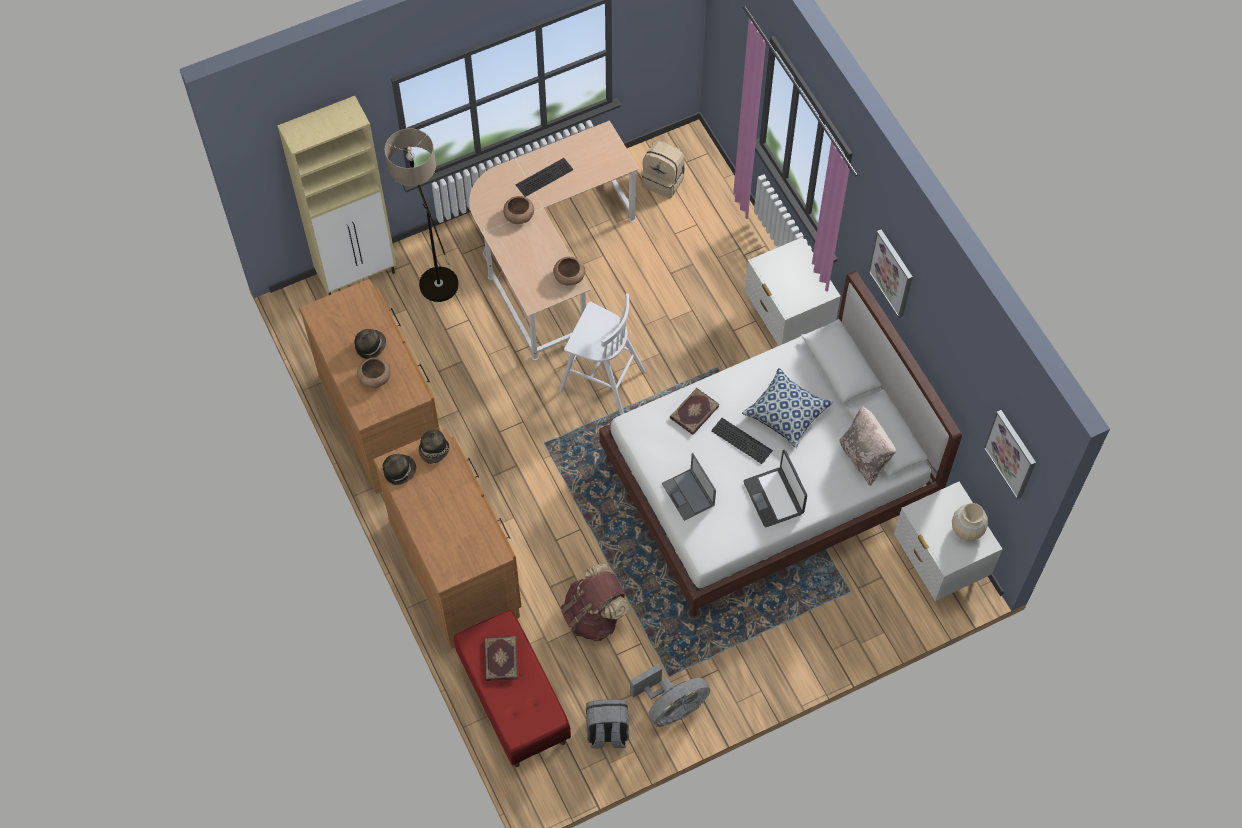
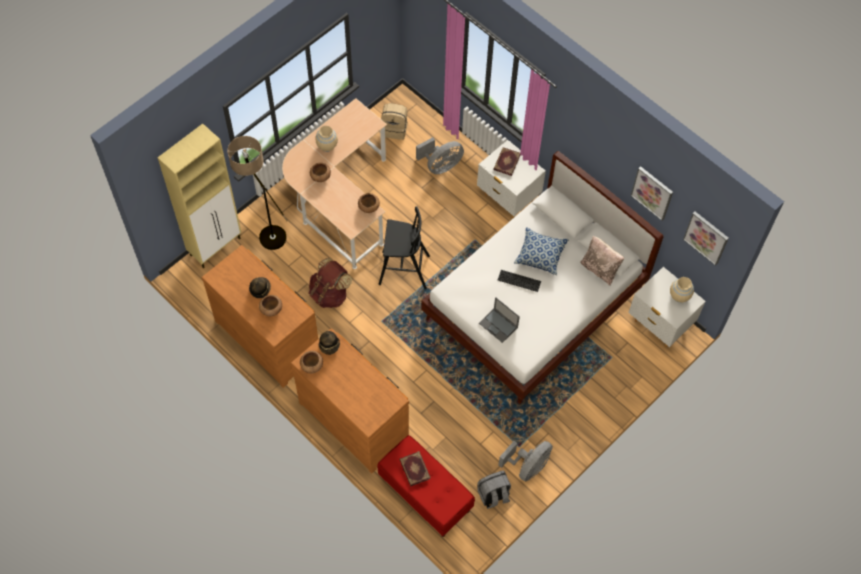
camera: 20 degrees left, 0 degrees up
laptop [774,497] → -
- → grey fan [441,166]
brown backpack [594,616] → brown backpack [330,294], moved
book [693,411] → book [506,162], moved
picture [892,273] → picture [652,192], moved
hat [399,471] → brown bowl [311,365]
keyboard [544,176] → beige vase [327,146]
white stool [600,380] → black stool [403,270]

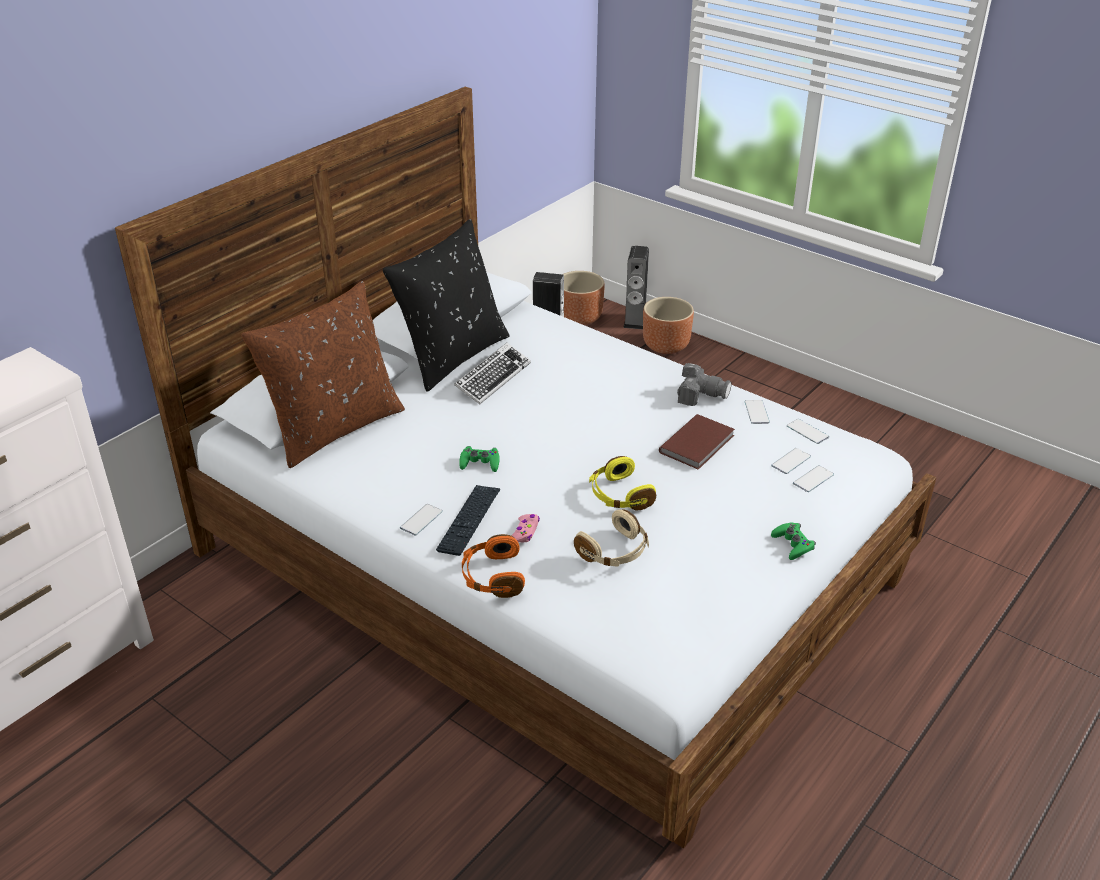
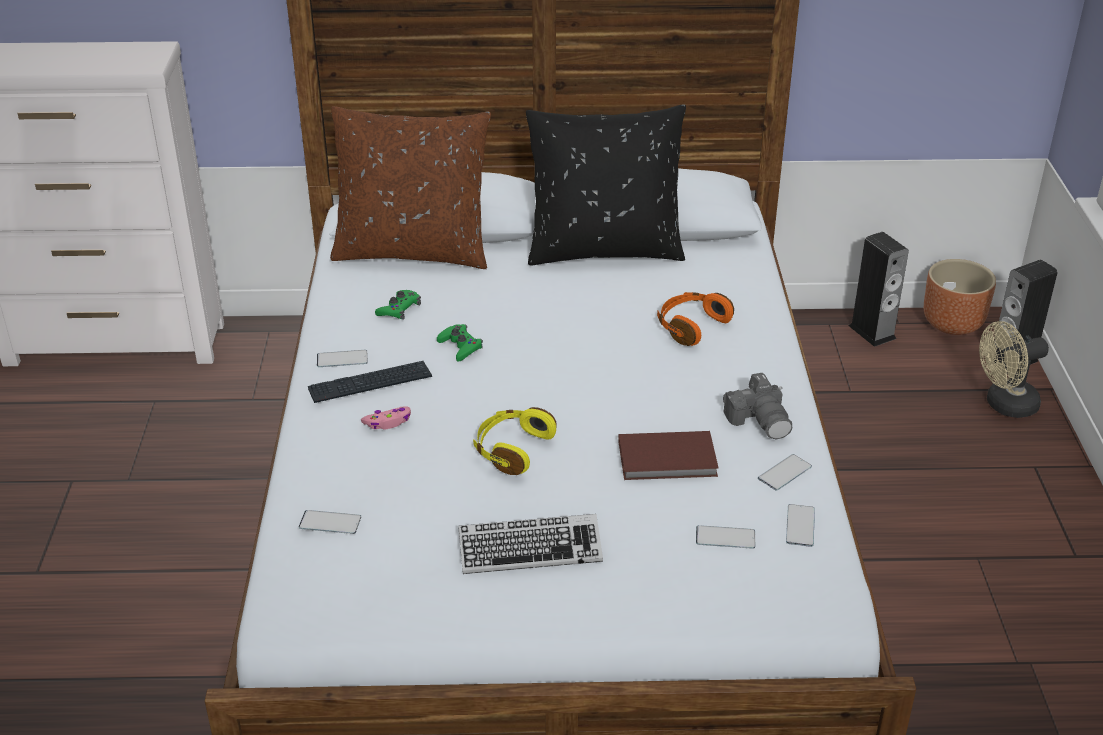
camera: 50 degrees right, 0 degrees up
beige headphones [614,552] → -
keyboard [493,378] → keyboard [530,550], moved
orange headphones [492,577] → orange headphones [691,326], moved
green game controller [793,544] → green game controller [399,309], moved
phone [813,479] → phone [330,522], moved
brown planter [666,346] → beige fan [1004,405]

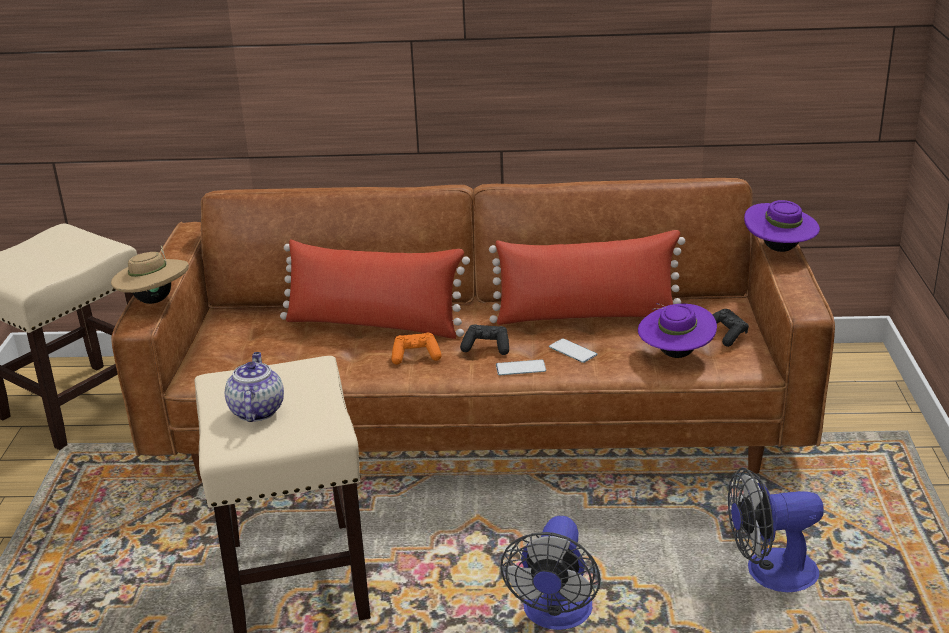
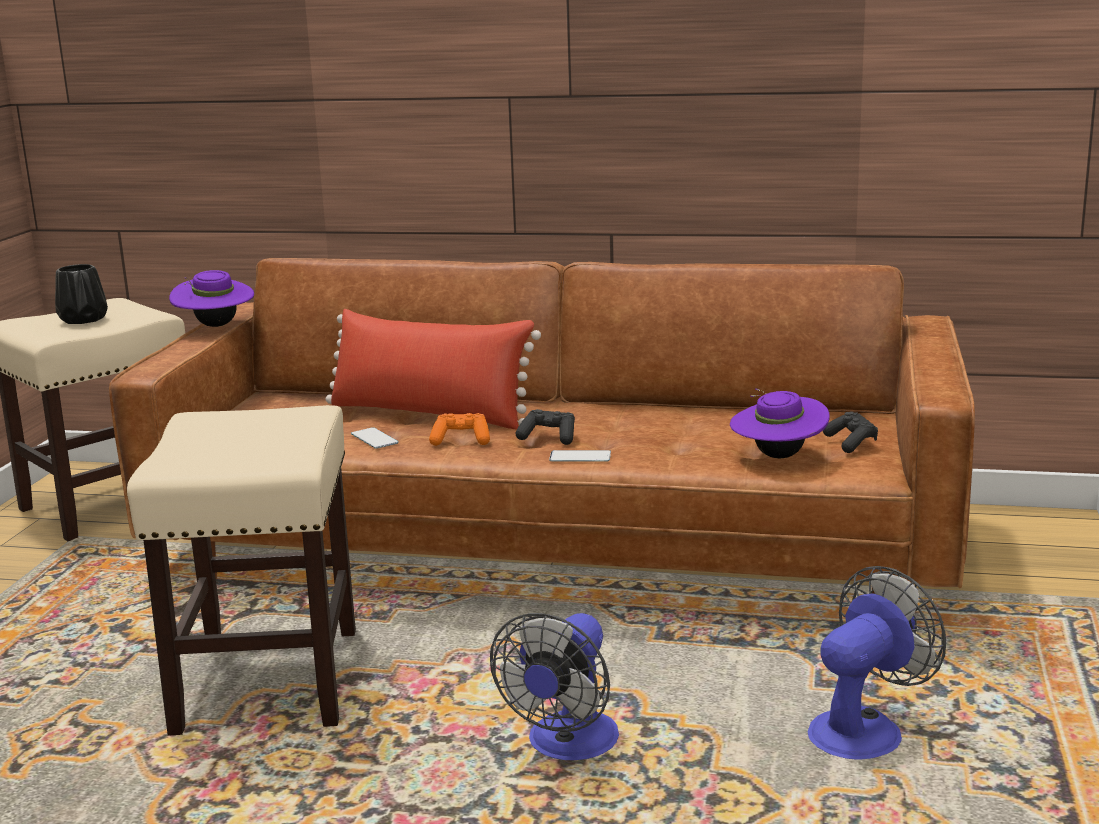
camera: 10 degrees right, 10 degrees down
beige hat [155,300] → -
teapot [256,410] → -
red pillow [587,316] → -
- → black vase [82,319]
phone [572,351] → phone [374,438], moved
purple hat [779,249] → purple hat [215,326], moved
fan [769,572] → fan [865,728], 135 degrees clockwise

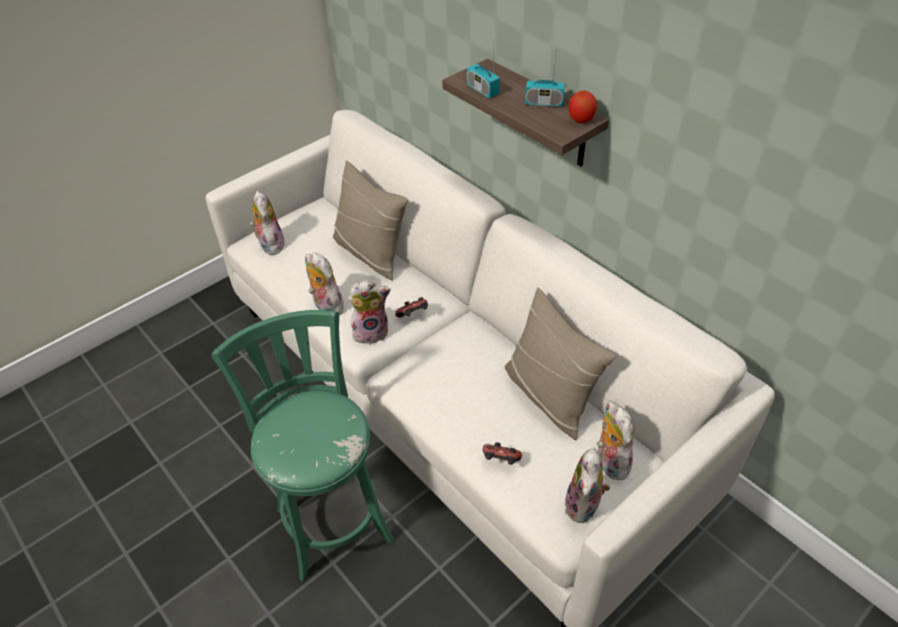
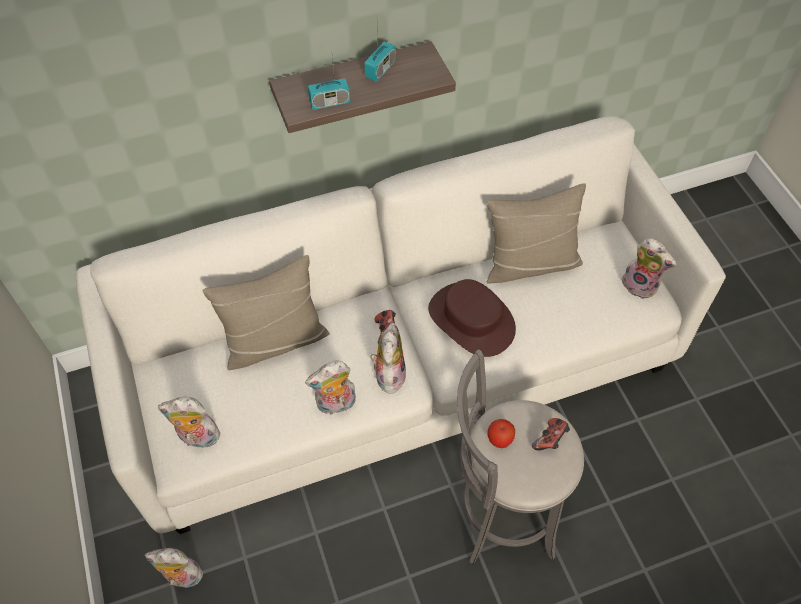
camera: 70 degrees left, 10 degrees up
- → brown hat [471,320]
game controller [500,461] → game controller [550,440], moved
apple [581,119] → apple [499,439], moved
plush toy [609,461] → plush toy [181,577], moved
green stool [332,519] → grey stool [499,514]

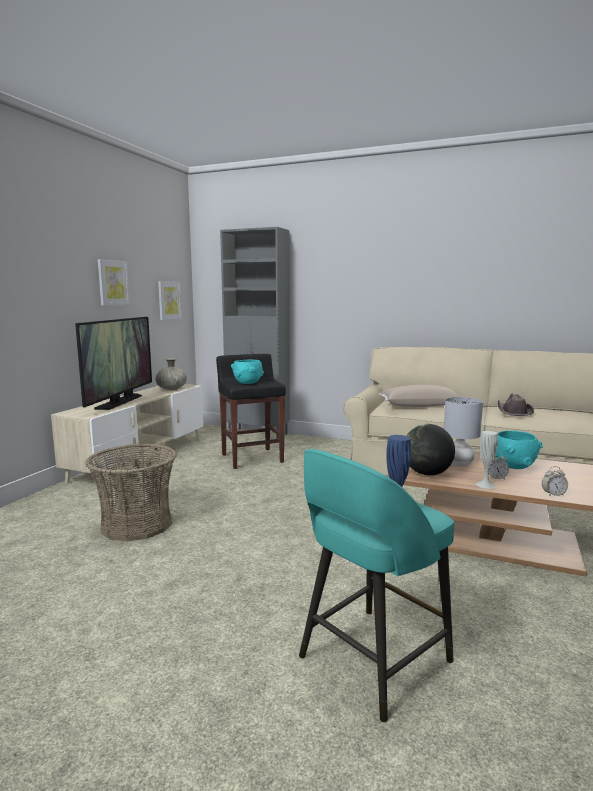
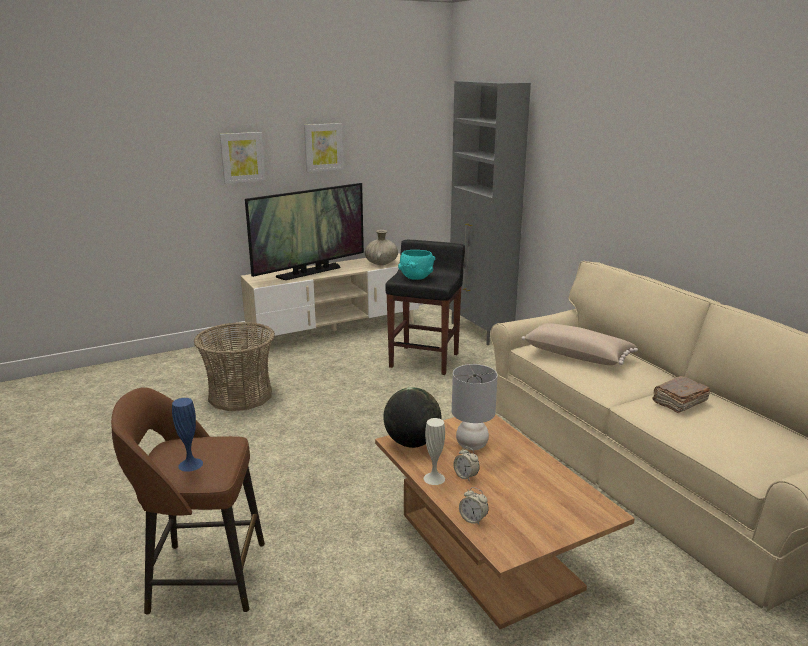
camera: 40 degrees right, 10 degrees up
turquoise bowl [513,466] → -
picture [169,300] → picture [242,157], moved
brown hat [513,411] → brown book [679,402]
turquoise stool [371,661] → brown stool [203,576]

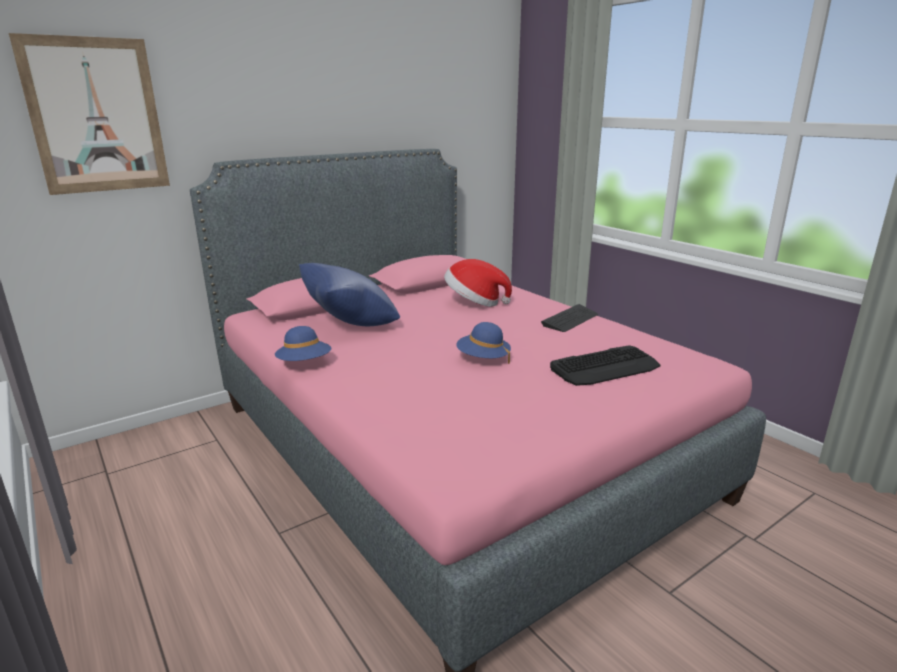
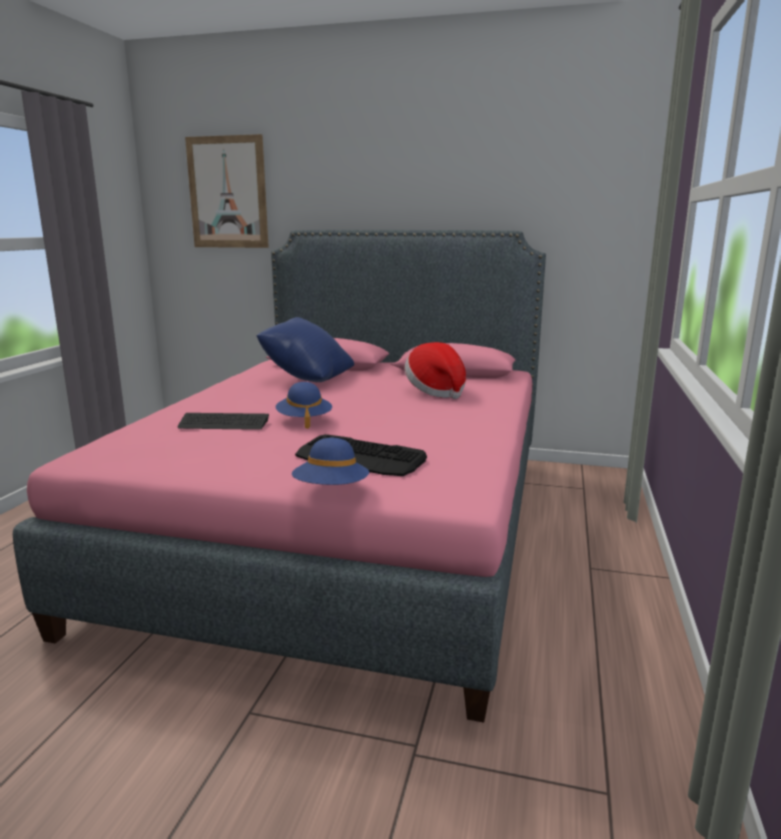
camera: 50 degrees right, 5 degrees down
blue hat [304,364] → blue hat [331,490], moved
keyboard [570,320] → keyboard [223,423], moved

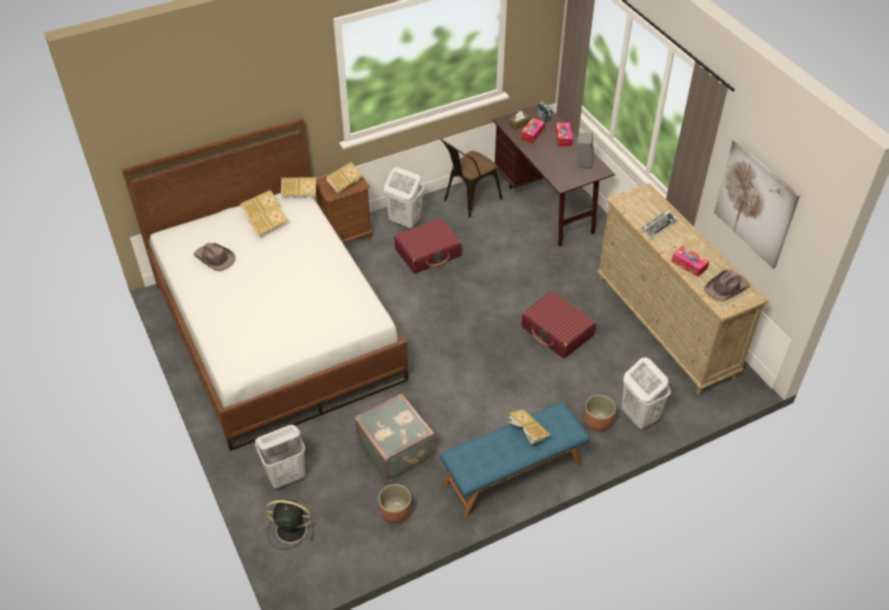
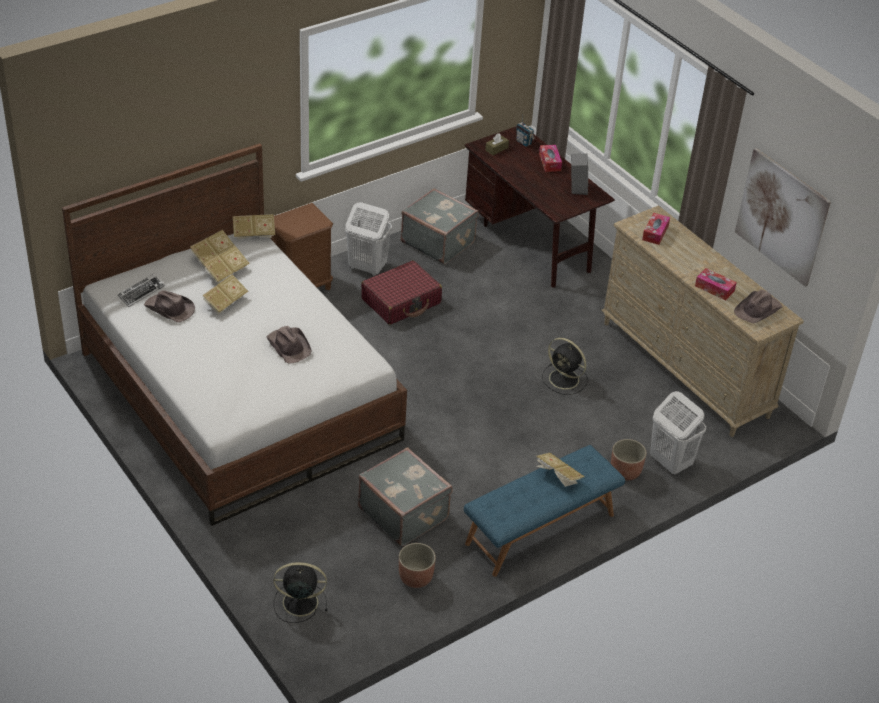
camera: 10 degrees left, 5 degrees down
white laundry basket [286,476] → -
- → brown hat [289,345]
book [344,184] → book [225,302], moved
tissue box [532,134] → tissue box [655,233], moved
keyboard [659,226] → keyboard [141,292], moved
brown chair [468,200] → grey suitcase [438,242]
red suitcase [557,332] → black fan [565,379]

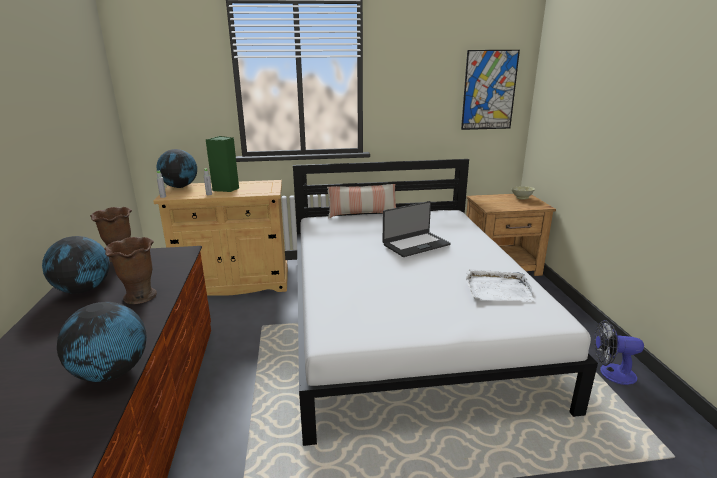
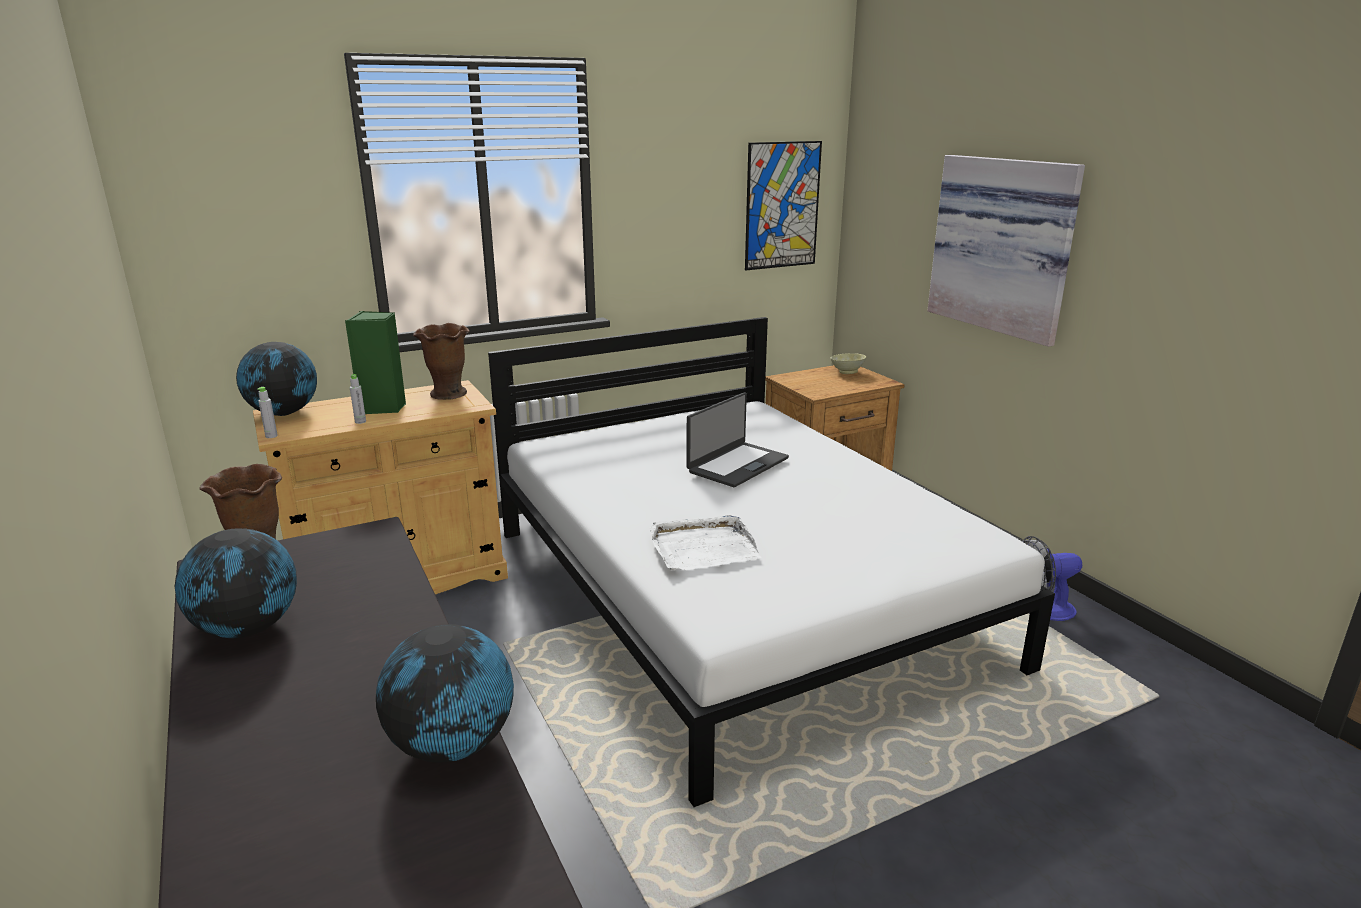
camera: 20 degrees left, 0 degrees up
pillow [362,214] → -
- → picture [1004,245]
brown vase [140,296] → brown vase [448,394], moved
white tray [497,288] → white tray [702,547], moved

